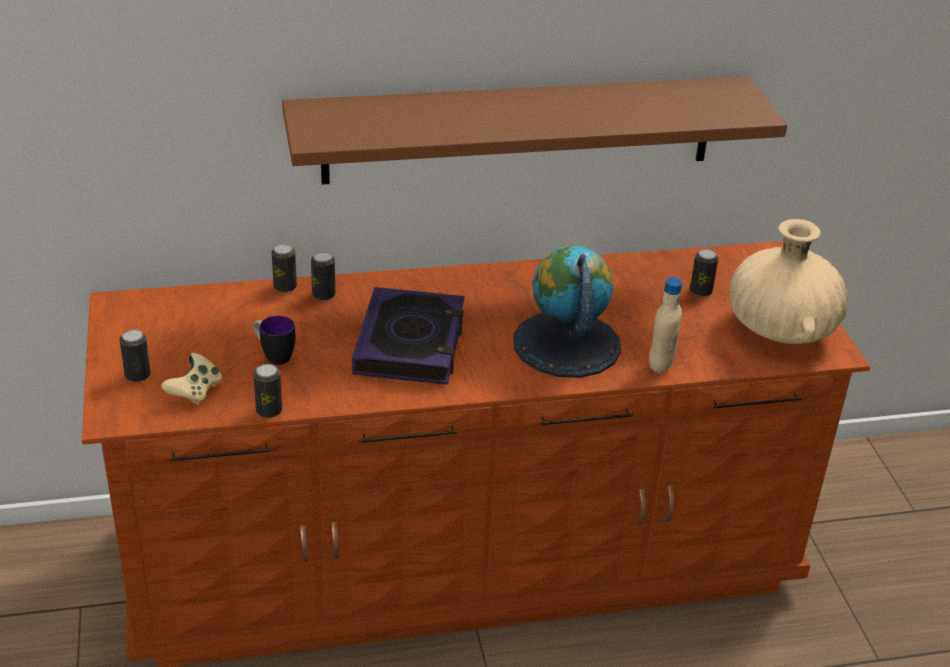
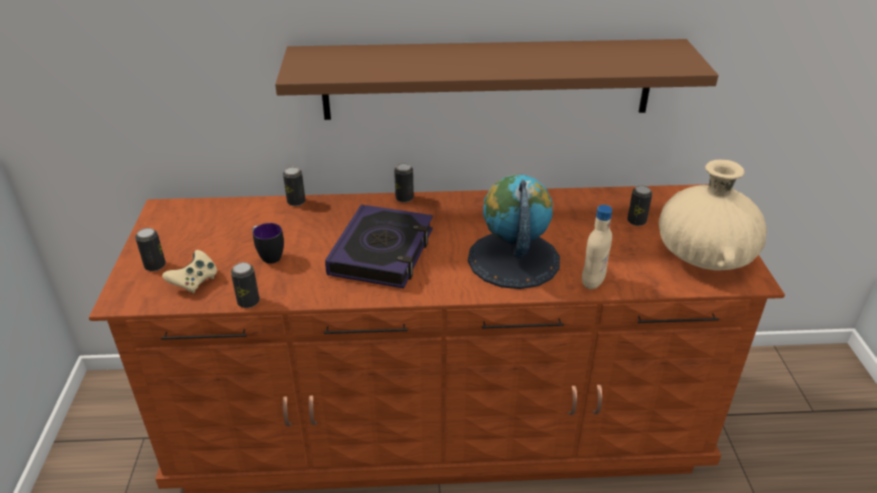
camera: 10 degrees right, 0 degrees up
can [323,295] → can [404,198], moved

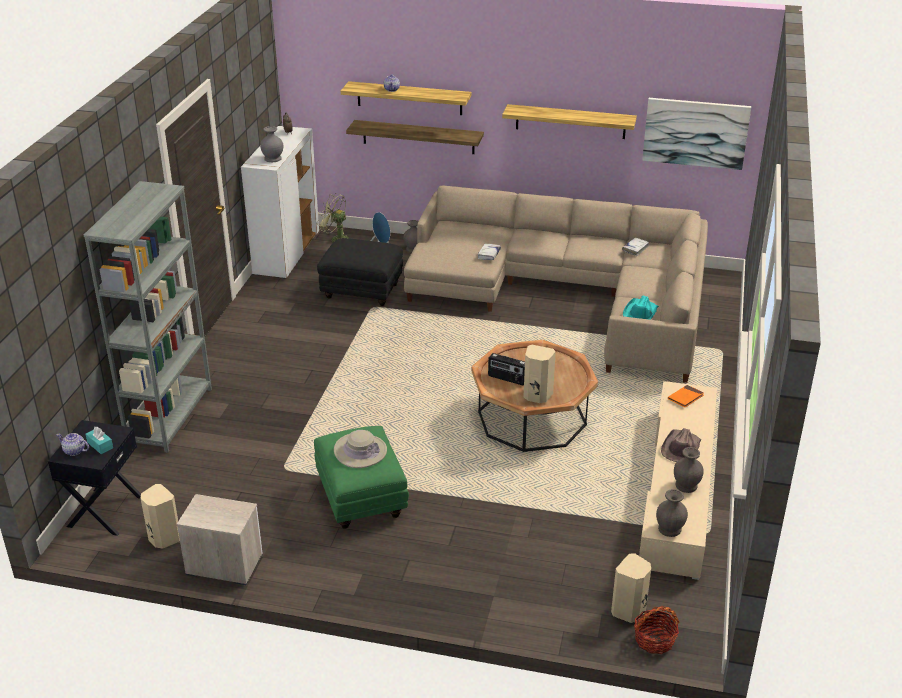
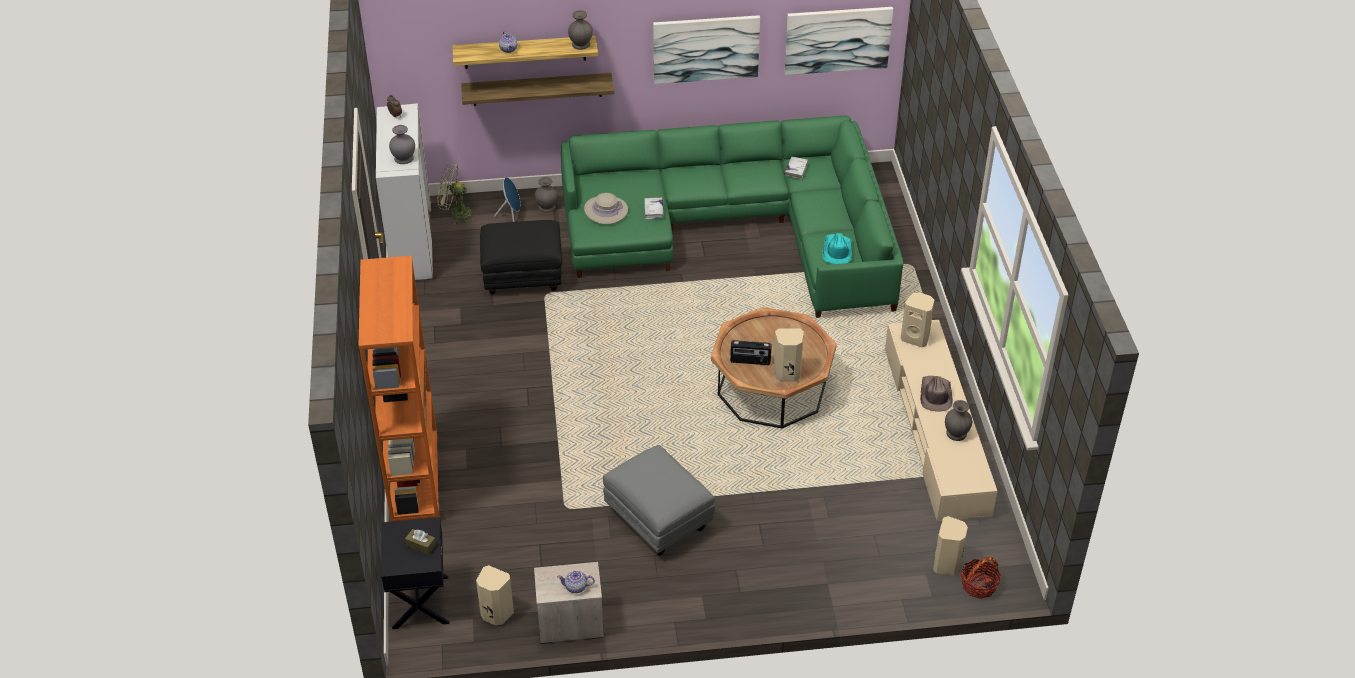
camera: 20 degrees left, 10 degrees up
teapot [74,451] → teapot [576,587], moved
beige hat [360,451] → beige hat [606,210], moved
grey vase [670,528] → grey vase [581,44], moved
shelf [570,121] → picture [706,48]
orange book [685,398] → beige speaker [916,338]
grey bookcase [170,416] → orange bookcase [415,480]
turquoise tissue box [100,445] → brown tissue box [421,545]
green ottoman [362,499] → grey ottoman [659,520]
beige sofa [570,293] → green sofa [736,228]

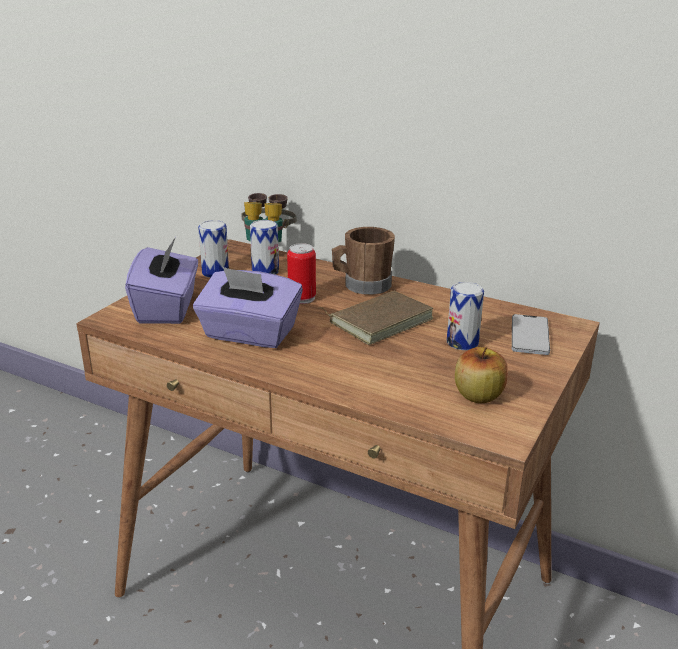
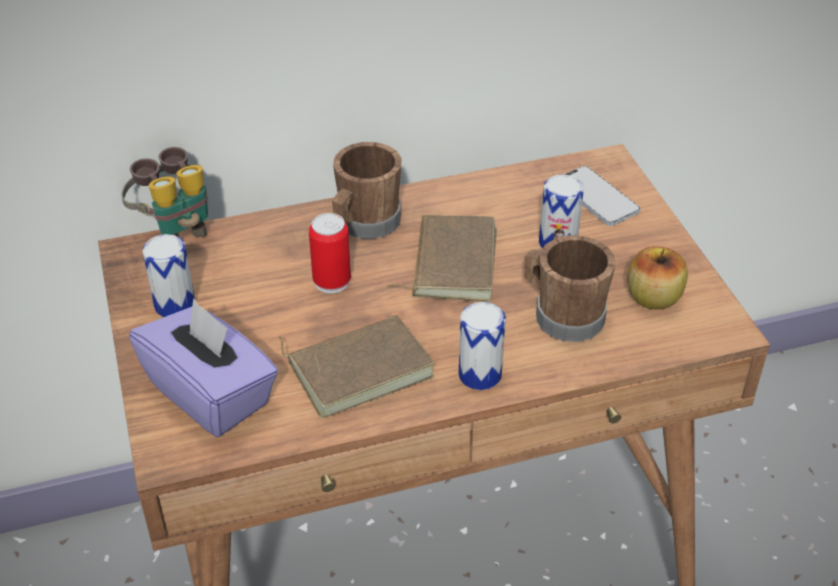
camera: 45 degrees left, 15 degrees up
- → brown mug [562,315]
can [265,271] → can [480,374], moved
purple tissue box [249,334] → brown book [359,367]

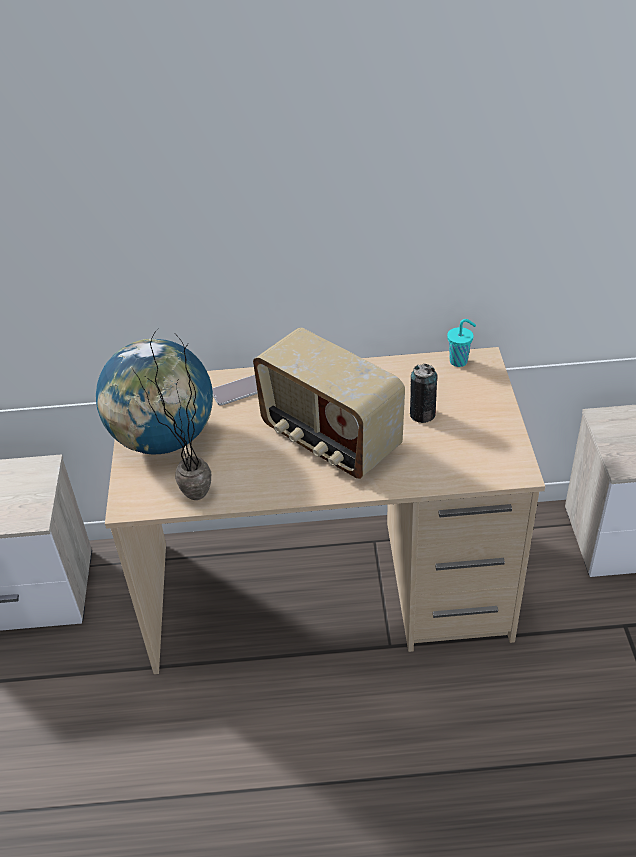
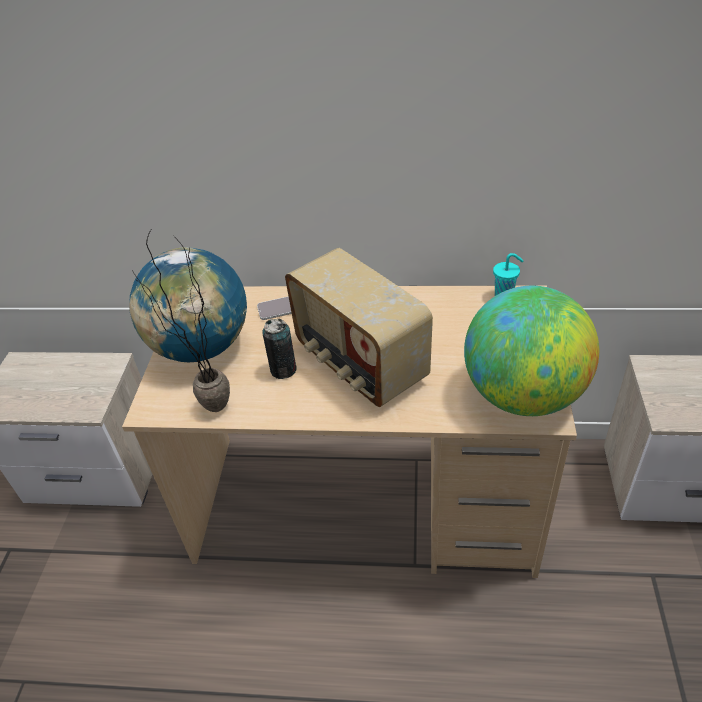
camera: 10 degrees right, 0 degrees up
- → globe [523,395]
can [422,414] → can [283,370], moved

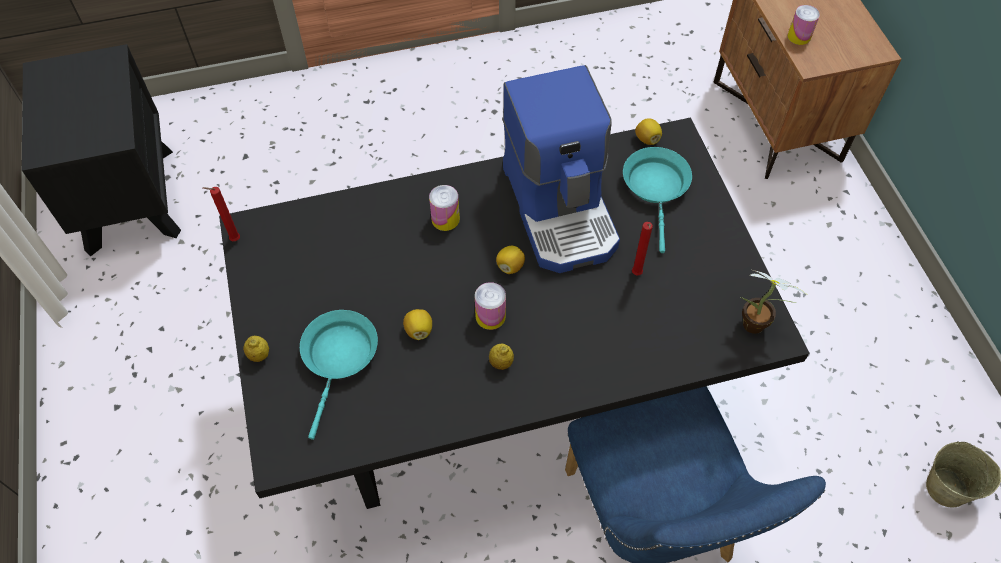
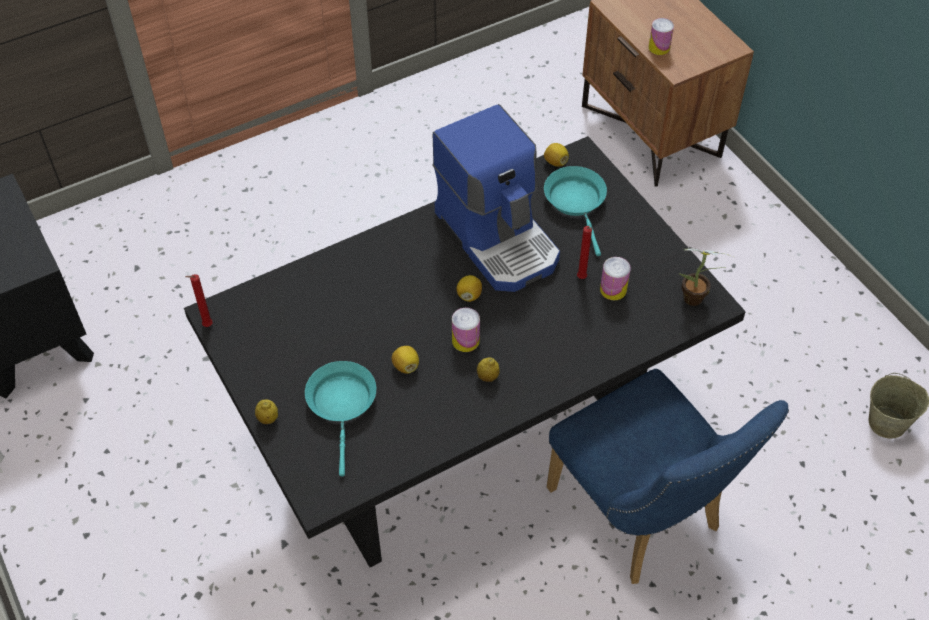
camera: 15 degrees left, 5 degrees down
can [445,219] → can [613,289], moved

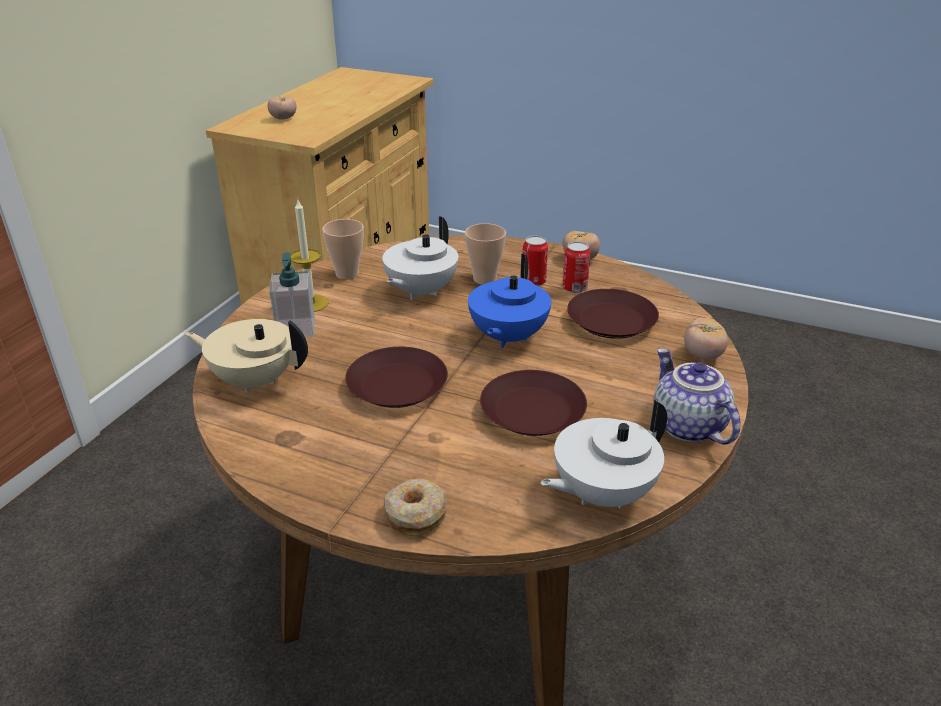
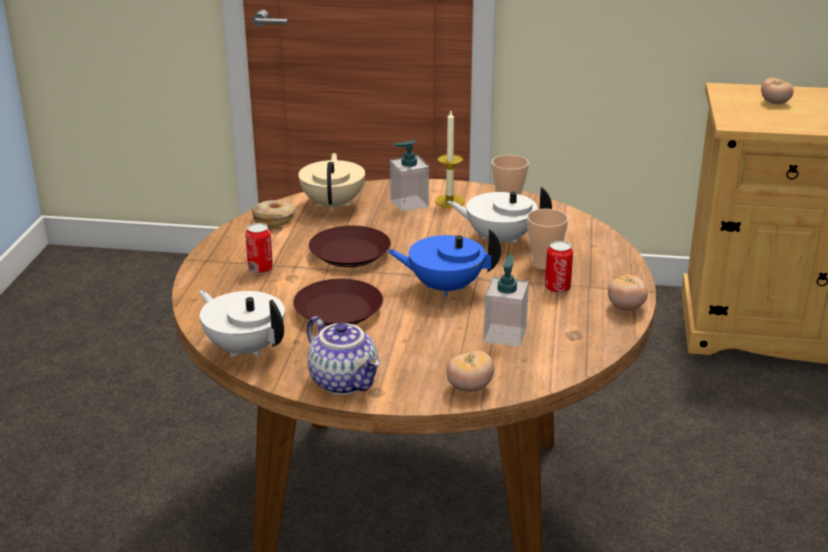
camera: 75 degrees right, 5 degrees down
donut [415,514] → donut [274,219], moved
can [574,288] → can [260,269], moved
brown plate [612,321] → soap dispenser [505,335]
teapot [686,426] → teapot [345,382], 90 degrees clockwise

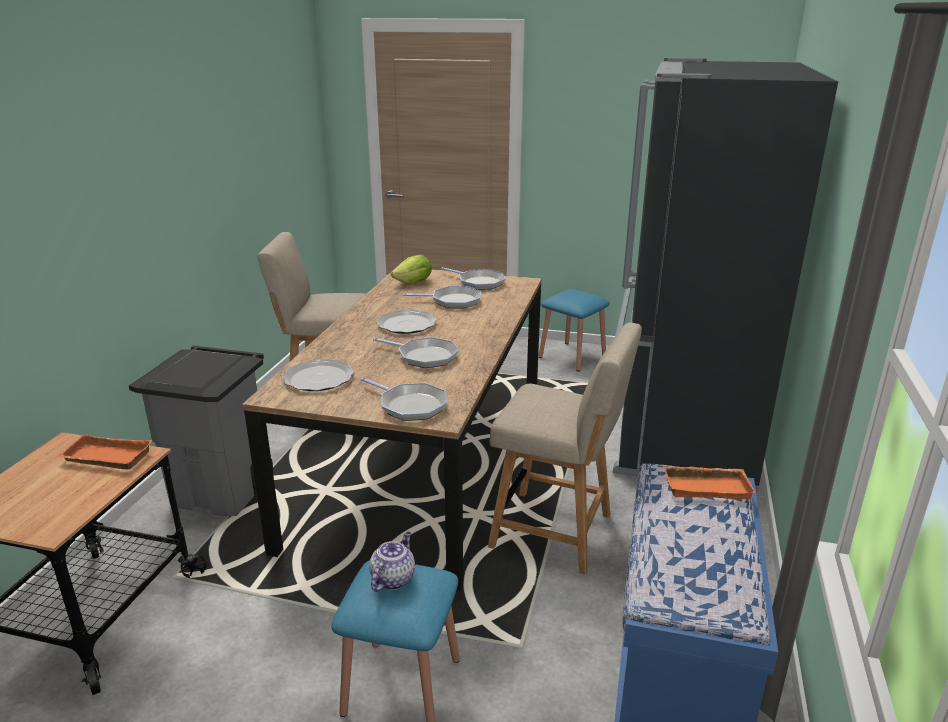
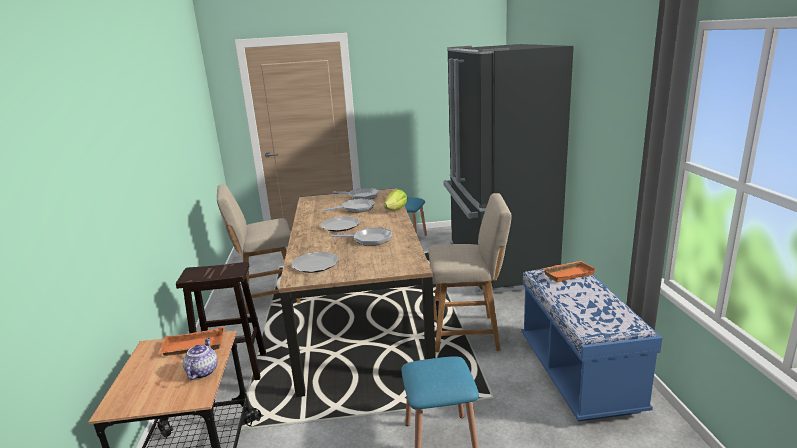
camera: 20 degrees left, 5 degrees down
frying pan [410,405] → -
teapot [393,578] → teapot [202,371], moved
lettuce [414,282] → lettuce [396,209], moved
grey trash can [223,491] → brown stool [234,369]

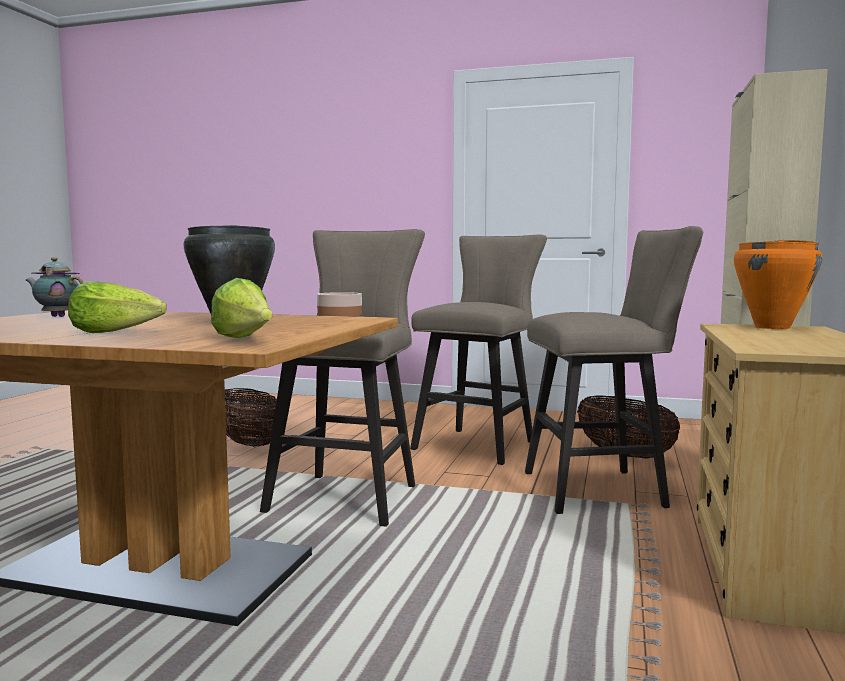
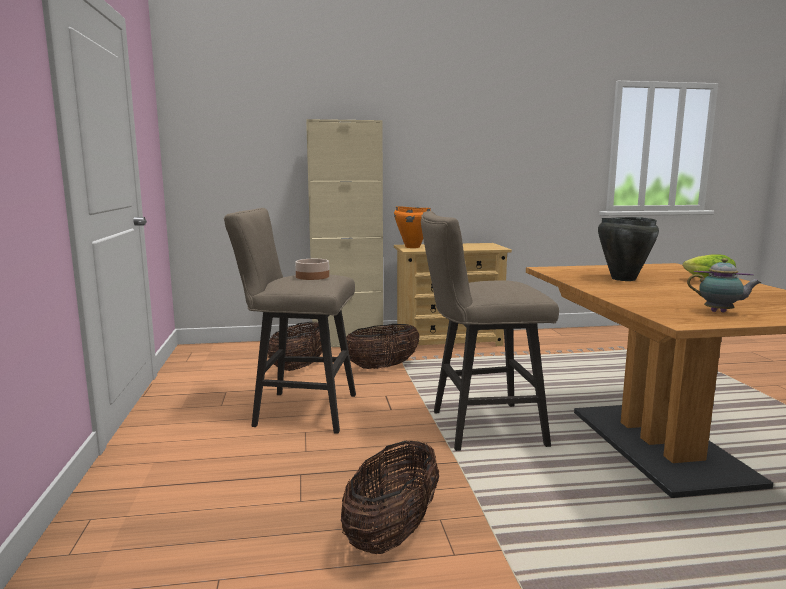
camera: 115 degrees left, 5 degrees up
lettuce [246,340] → -
bowl [340,315] → bowl [312,276], moved
beige stool [603,490] → basket [382,367]
teapot [56,316] → teapot [720,312], 60 degrees counterclockwise

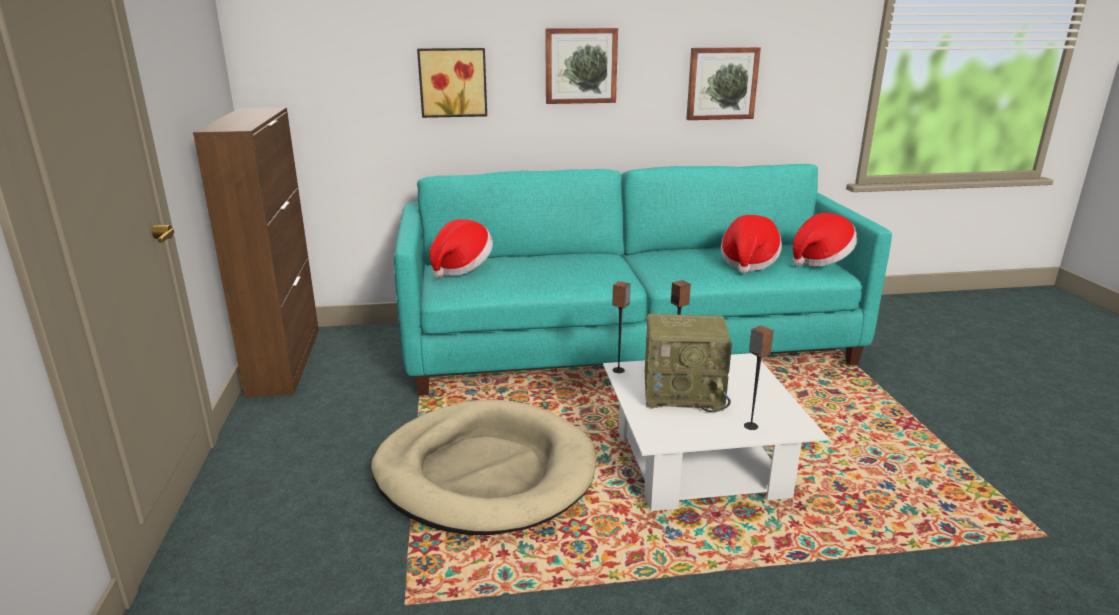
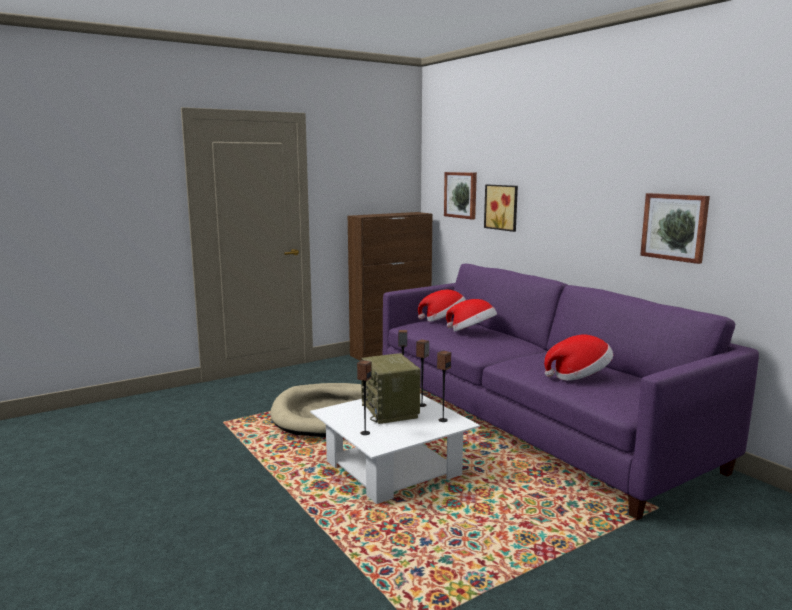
camera: 65 degrees right, 10 degrees down
- → speaker [442,420]
picture [580,66] → picture [461,195], moved
hat [819,260] → hat [472,332], moved
turquoise sofa [628,344] → purple sofa [531,422]

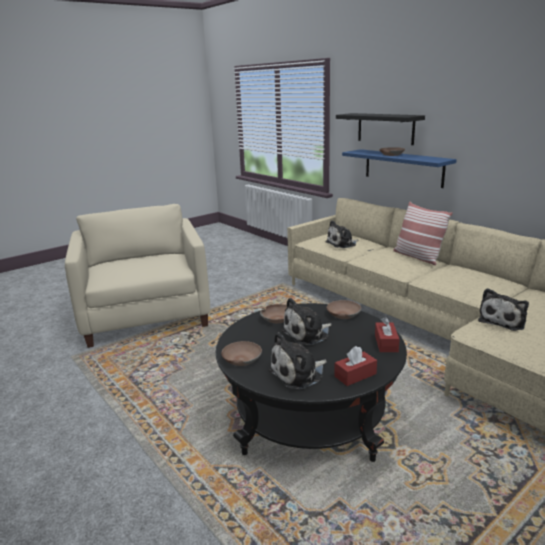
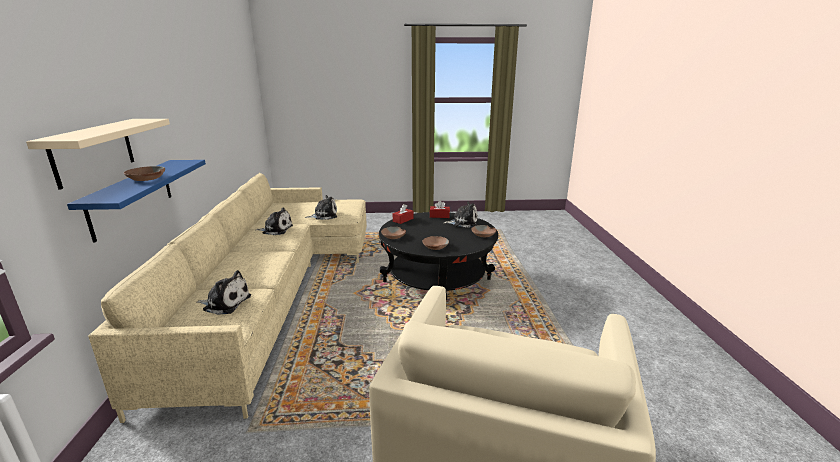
camera: 145 degrees left, 0 degrees up
pillow [418,257] → -
plush toy [307,334] → plush toy [276,229], moved
black shelf [385,128] → beige shelf [94,151]

